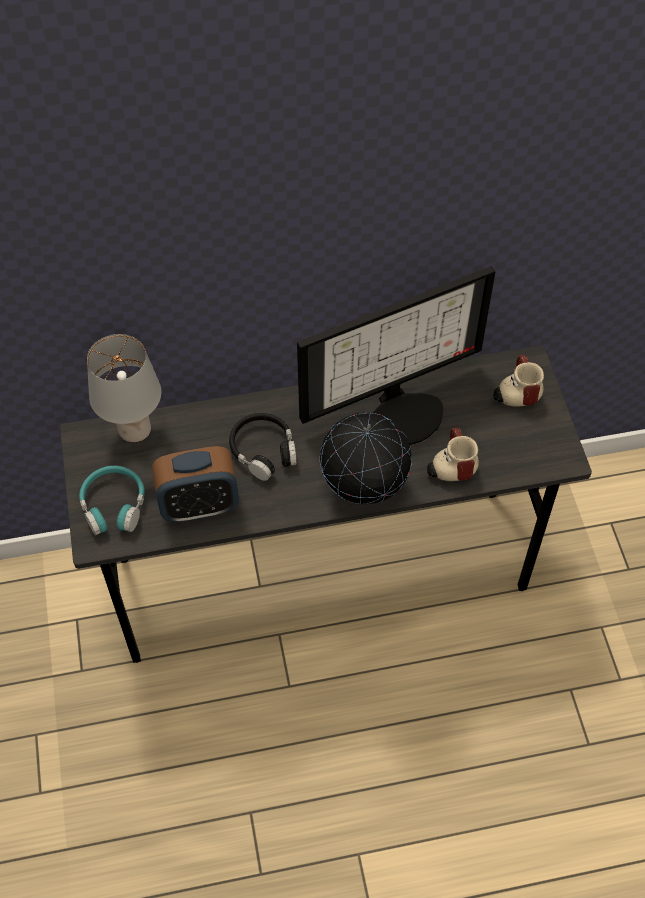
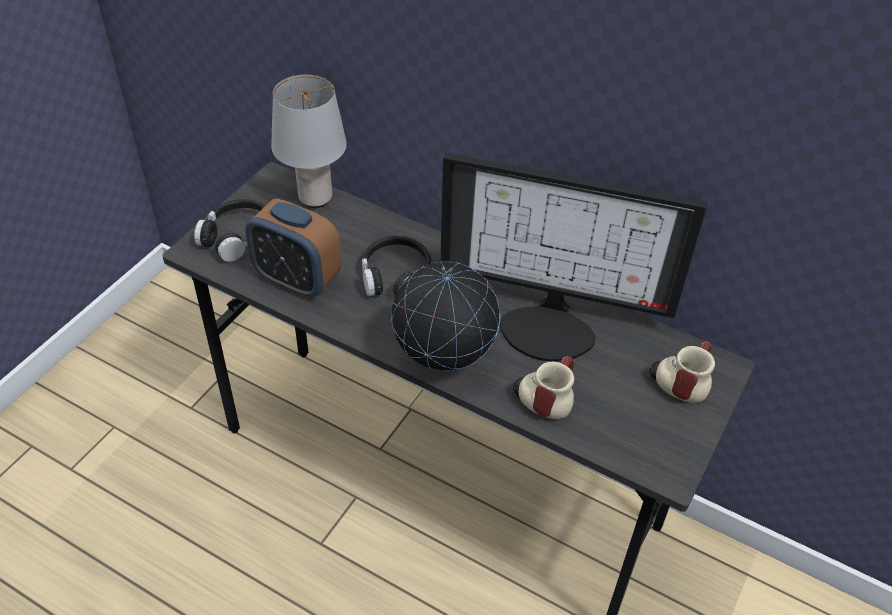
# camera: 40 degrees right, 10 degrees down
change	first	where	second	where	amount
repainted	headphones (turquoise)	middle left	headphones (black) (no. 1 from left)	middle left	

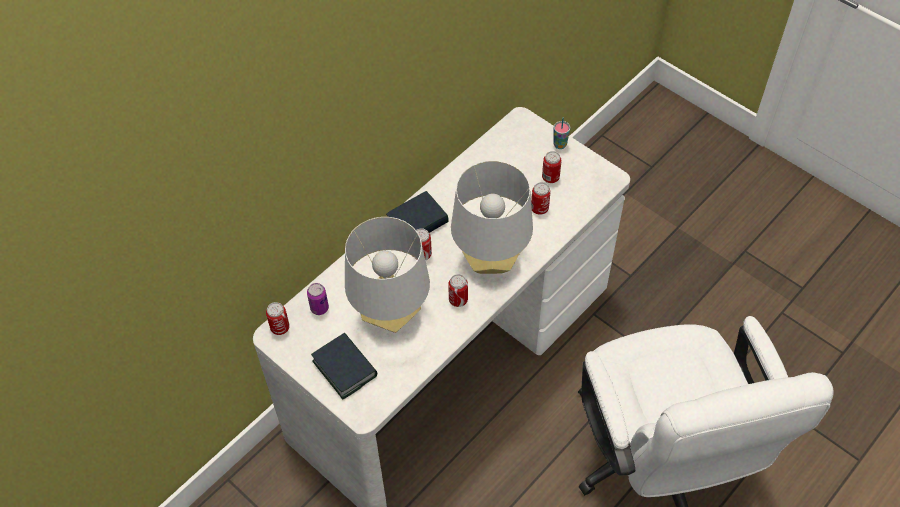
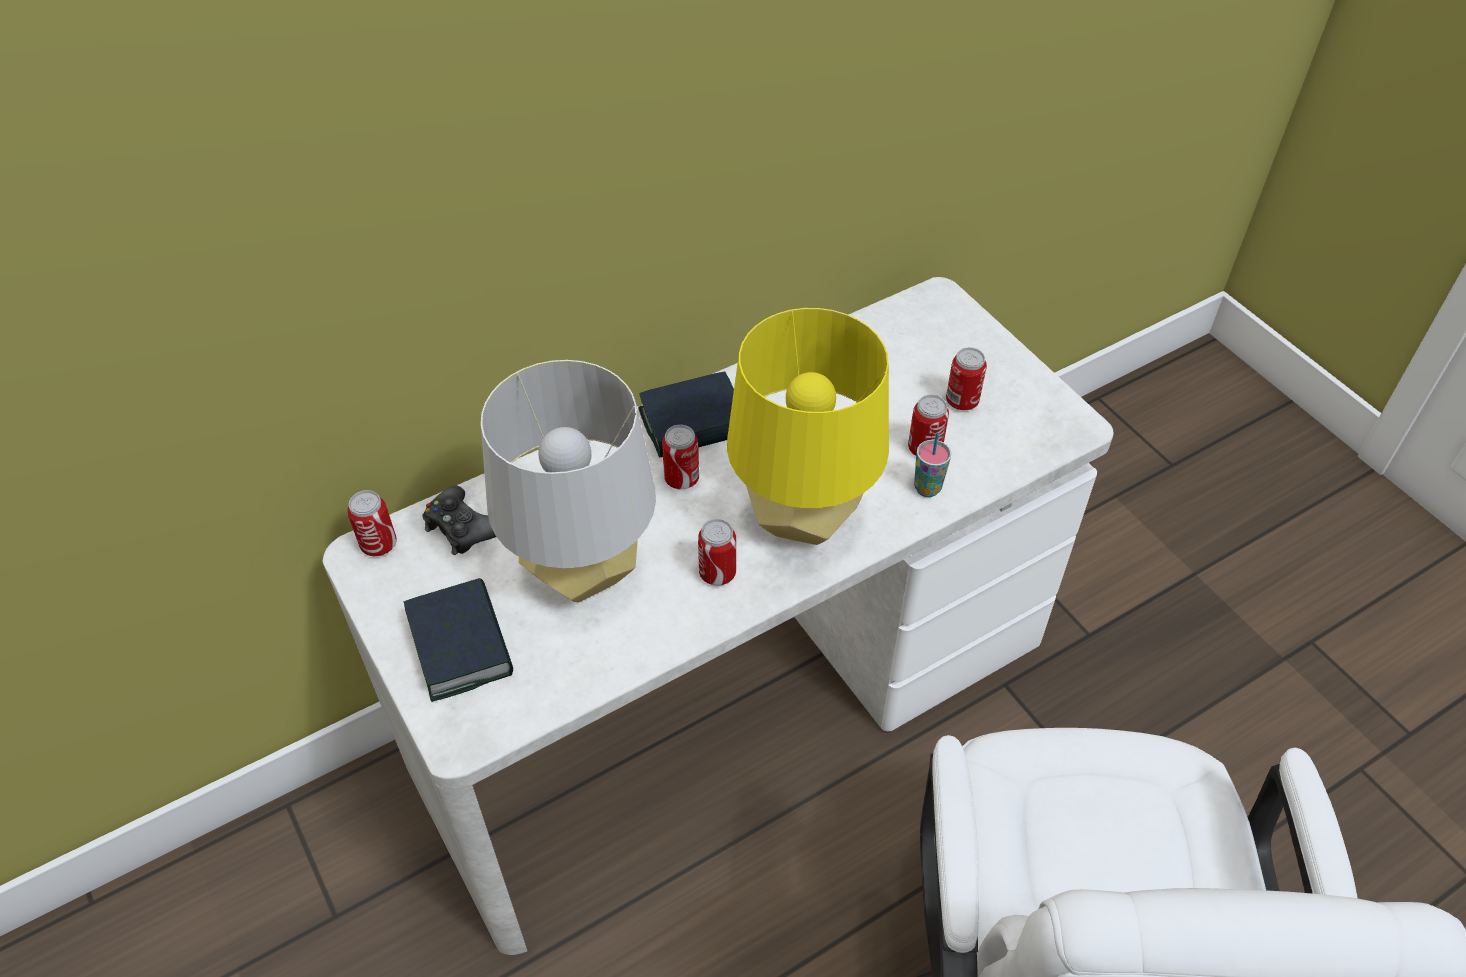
# camera: 15 degrees right, 5 degrees down
change	first	where	second	where	amount
shifted	cup	top centre		centre	
repainted	table lamp (grey) (no. 2 from left)	centre	table lamp (yellow)	centre	
swapped	can (no. 2 from left)	centre	game controller (black)	middle left	

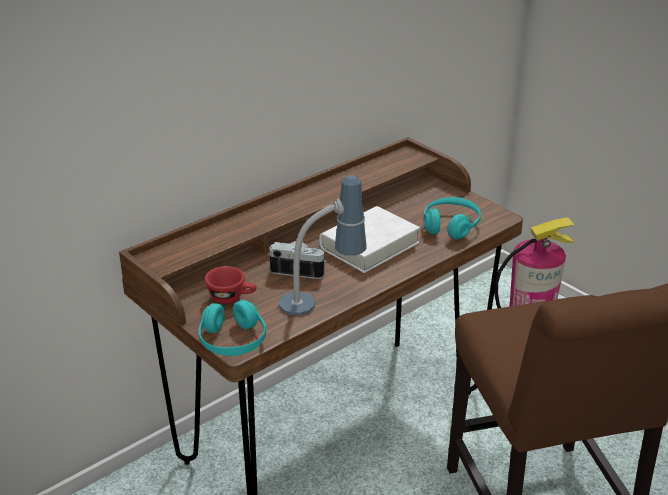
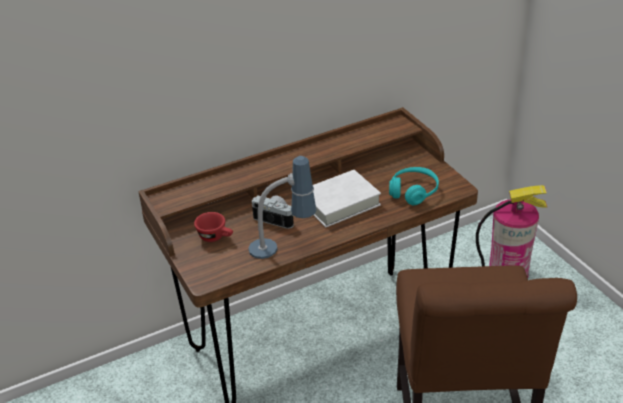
# camera: 15 degrees right, 5 degrees up
change	first	where	second	where	amount
gone	headphones (turquoise) (no. 1 from left)	centre			

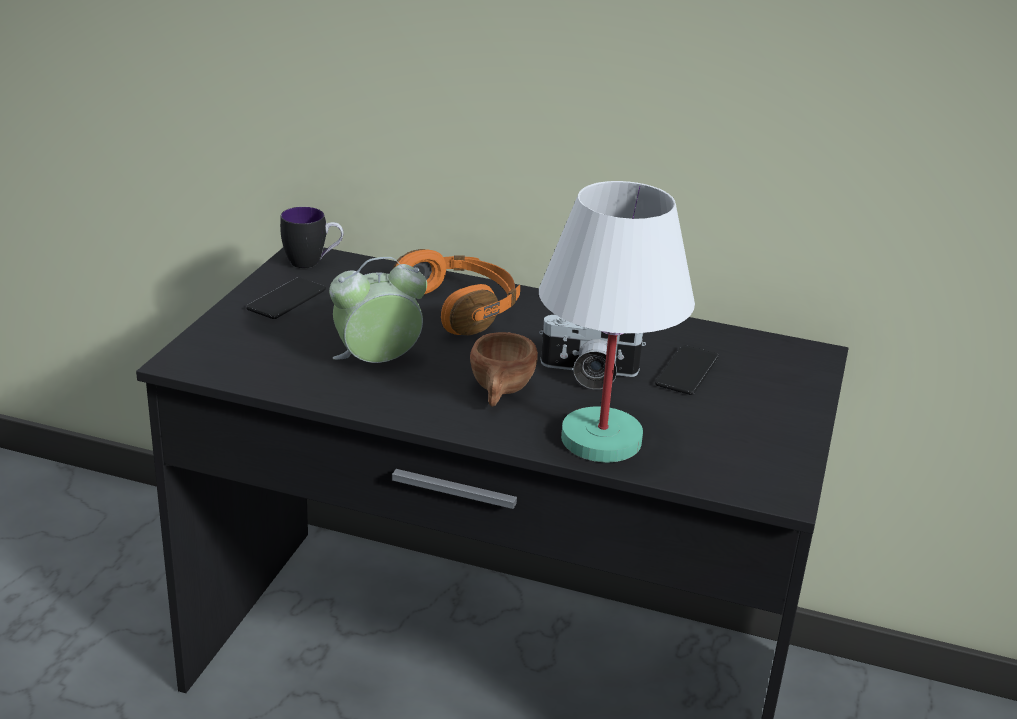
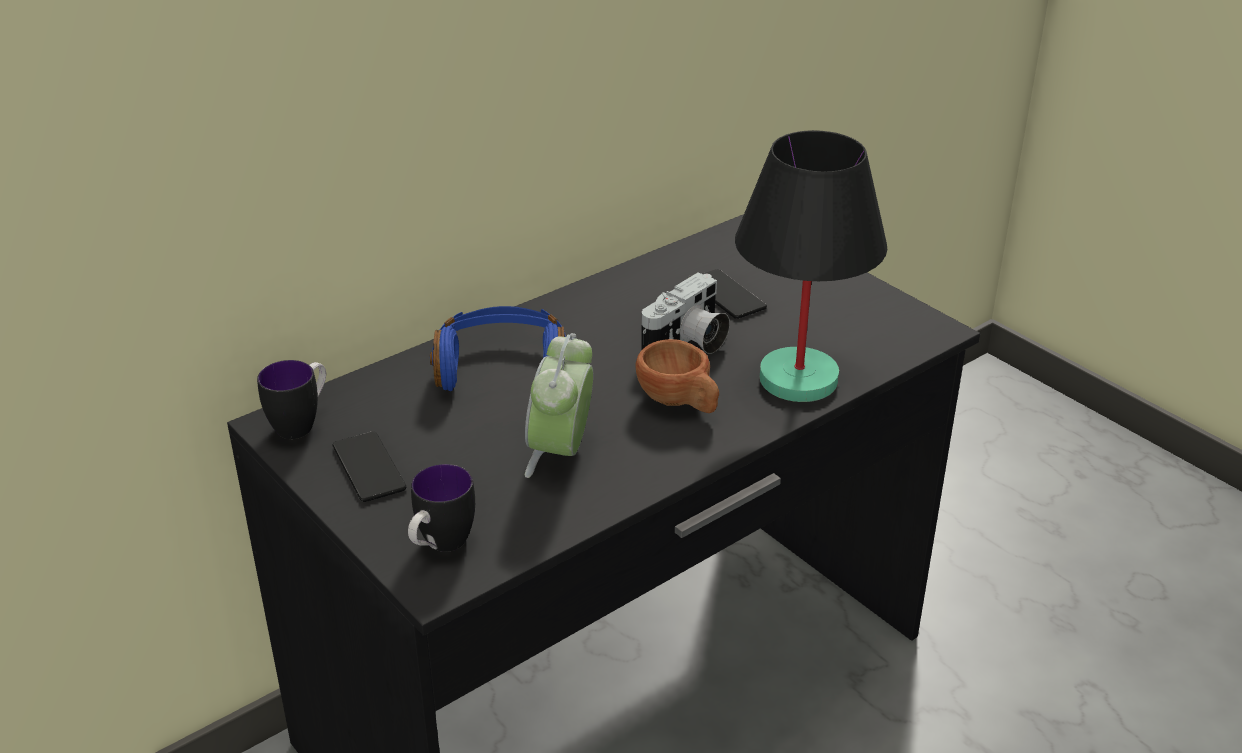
# camera: 55 degrees left, 5 degrees up
change	first	where	second	where	amount
repainted	table lamp (white)	centre	table lamp (black)	centre	
repainted	headphones (orange)	centre	headphones (blue)	centre	
new			mug (no. 2 from left)	bottom centre	

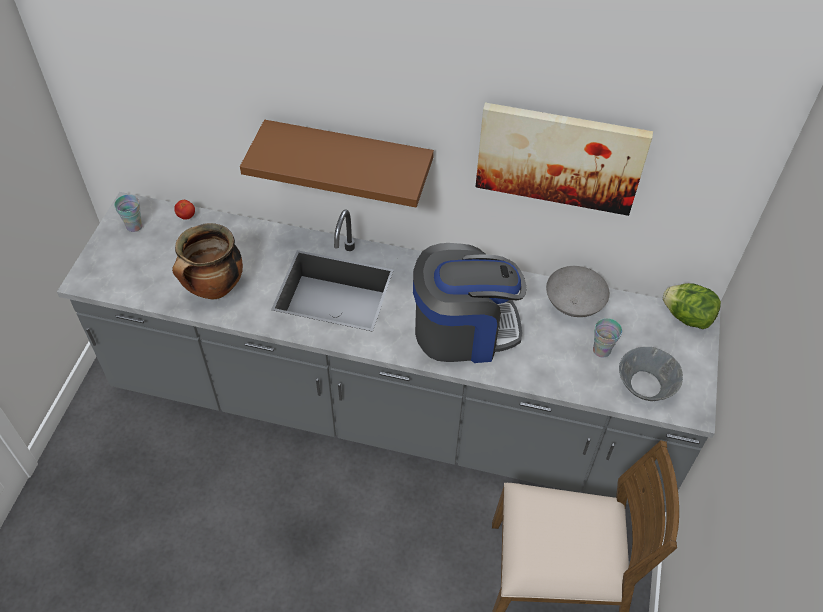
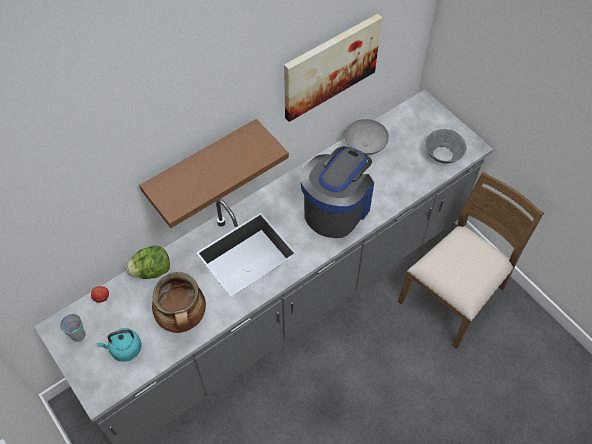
# camera: 50 degrees left, 5 degrees up
change	first	where	second	where	amount
shifted	lettuce	middle right		middle left	
gone	cup (no. 2 from left)	middle right			
new			kettle (turquoise)	bottom left	

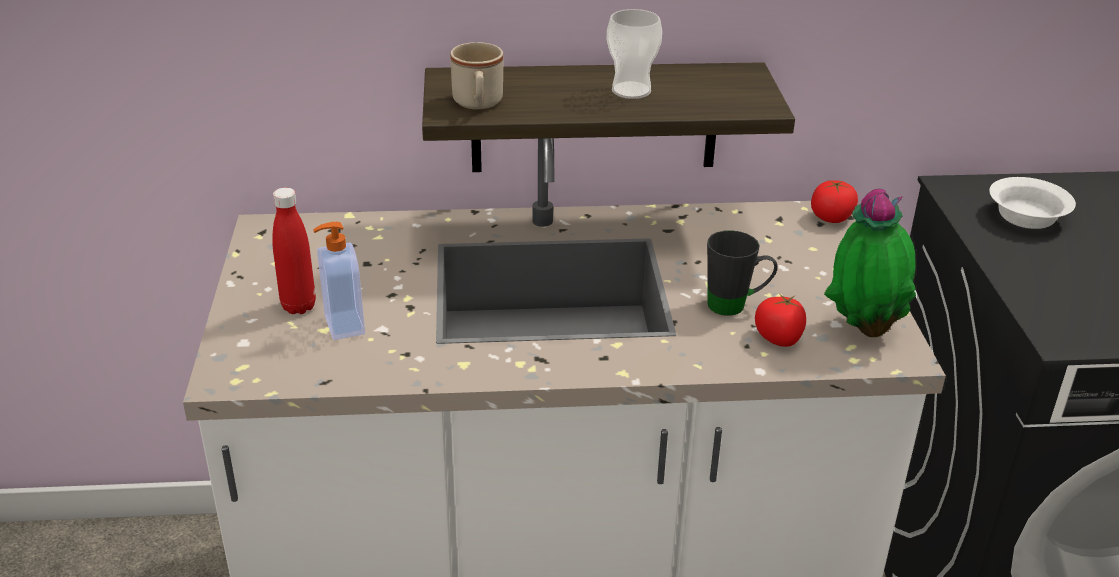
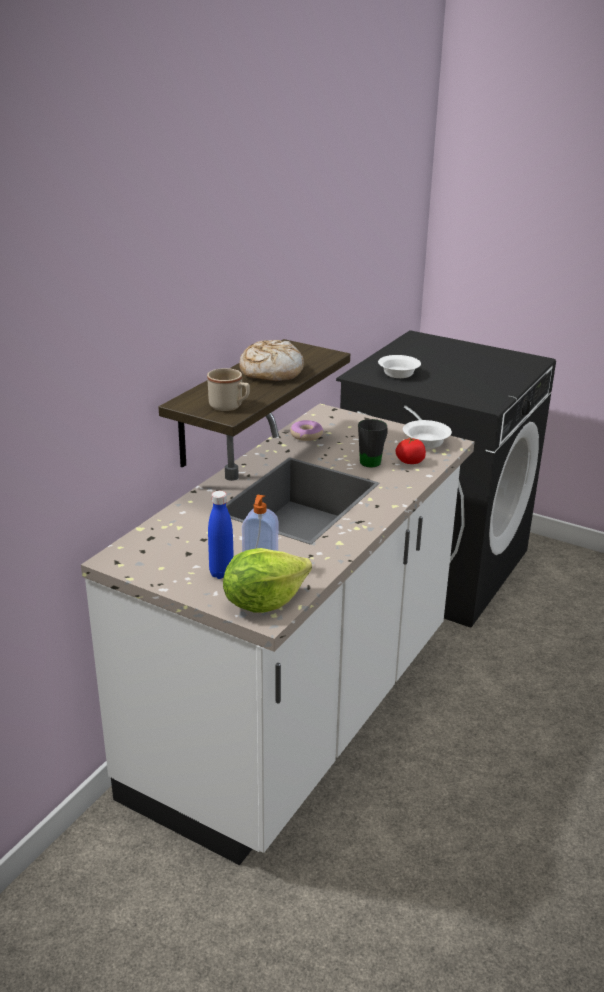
# camera: 55 degrees left, 5 degrees down
change	first	where	second	where	amount
swapped	cup	top centre	bread	centre	
gone	tomato (no. 2 from left)	middle right			
repainted	bottle (red)	middle left	bottle (blue)	centre	
swapped	potted plant	middle right	bowl (white) (no. 2 from left)	middle right	
new			donut	centre	
new			lettuce	centre	

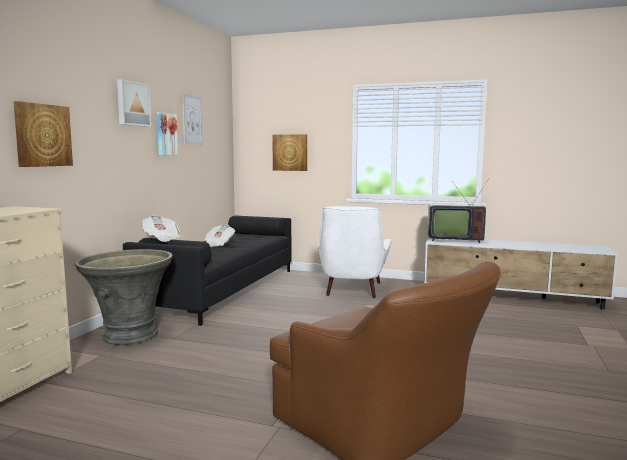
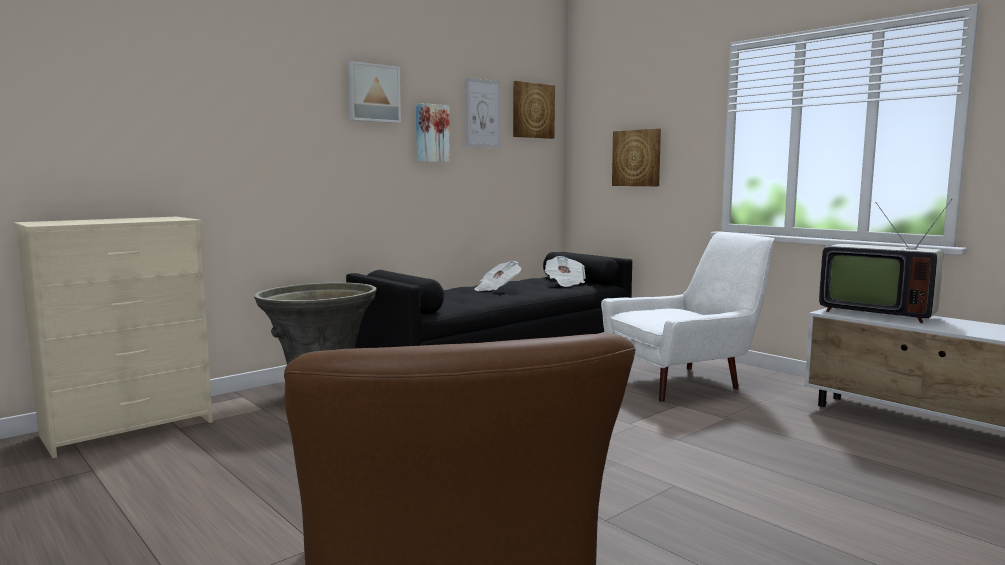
# camera: 30 degrees right, 0 degrees up
change	first	where	second	where	amount
shifted	picture (no. 1 from left in the first image)	top left	picture (no. 4 from left)	top centre	
rotated	armchair (white)	centre		middle right	150 degrees counterclockwise
shifted	newspaper (no. 1 from left in the first image)	middle left	newspaper (no. 2 from left)	centre	

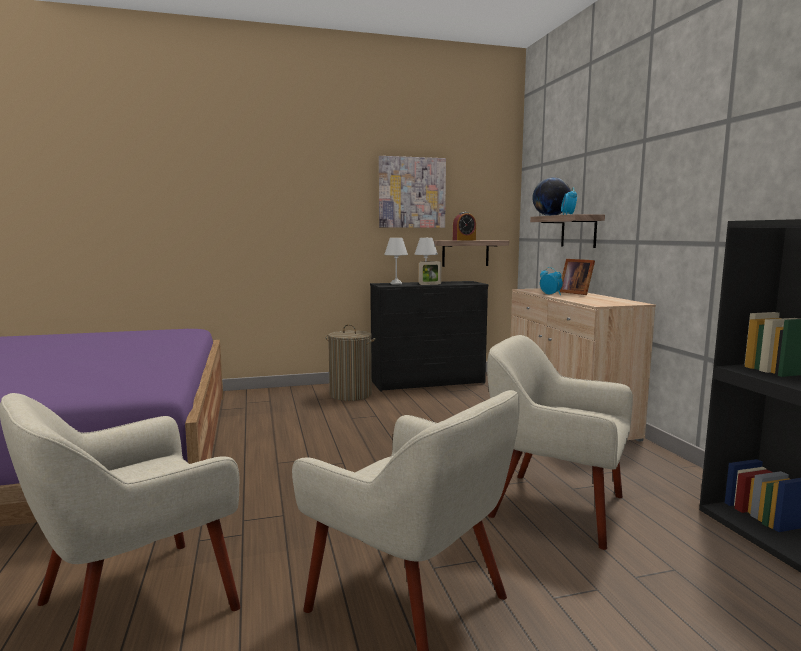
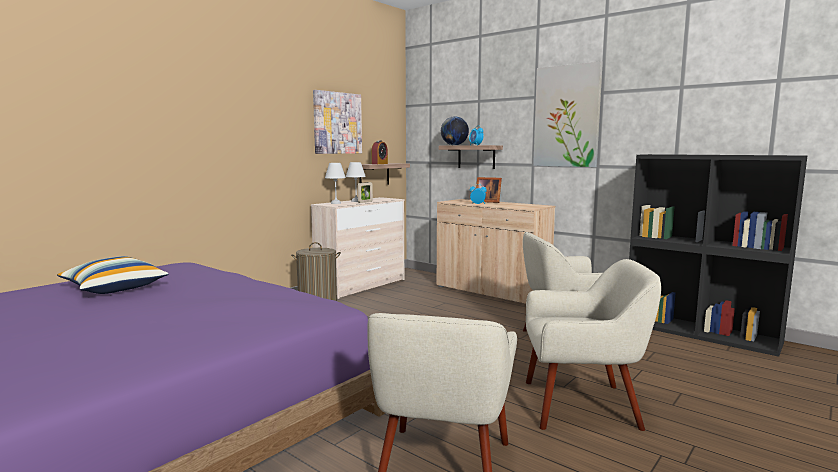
# camera: 35 degrees left, 0 degrees up
change	first	where	second	where	amount
repainted	dresser (black)	centre	dresser (beige)	centre	
new			picture (no. 2 from left)	top right	
new			pillow	middle left	

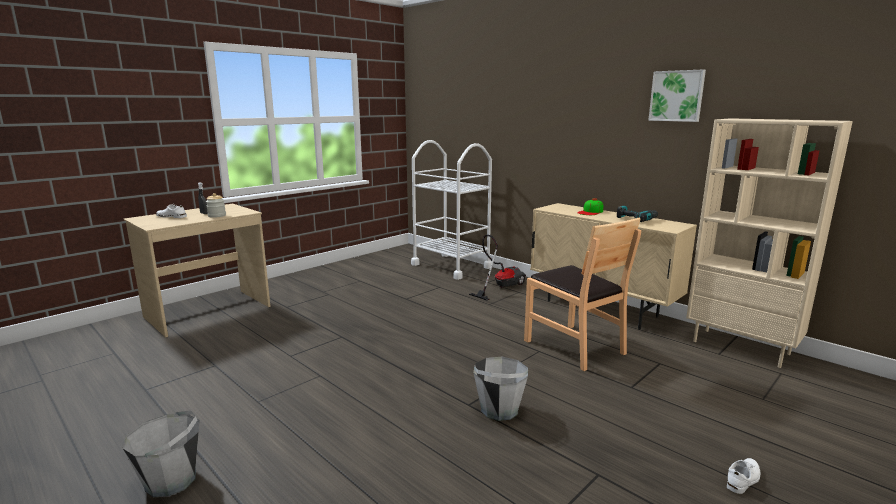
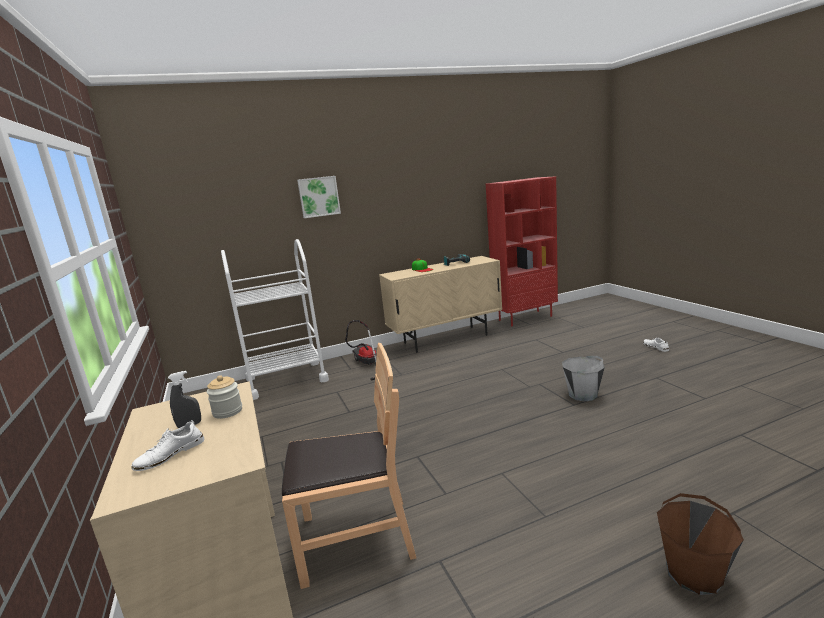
# camera: 65 degrees left, 0 degrees up
change	first	where	second	where	amount
shifted	picture	top right		top centre	
repainted	bookcase (beige)	middle right	bookcase (red)	centre	
shifted	chair (brown)	centre		bottom centre	
repainted	bucket (grey) (no. 1 from left)	bottom left	bucket (brown)	bottom right	

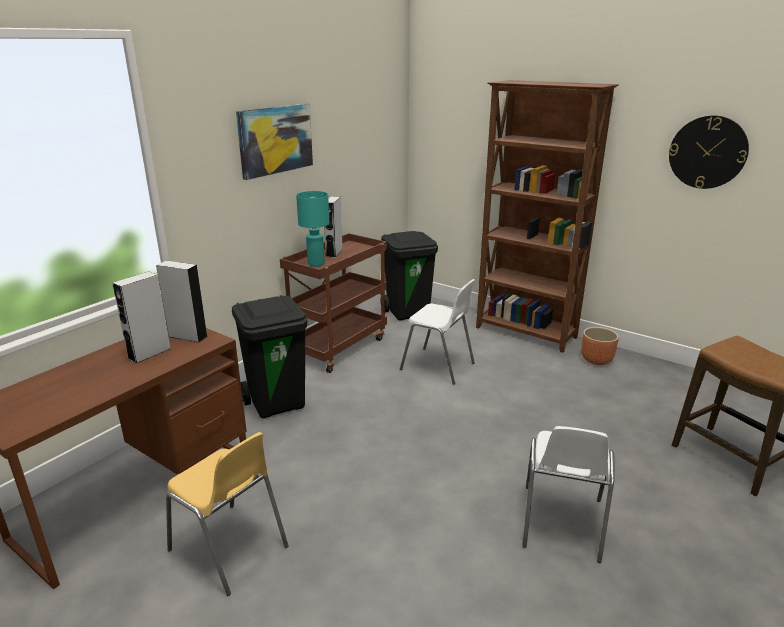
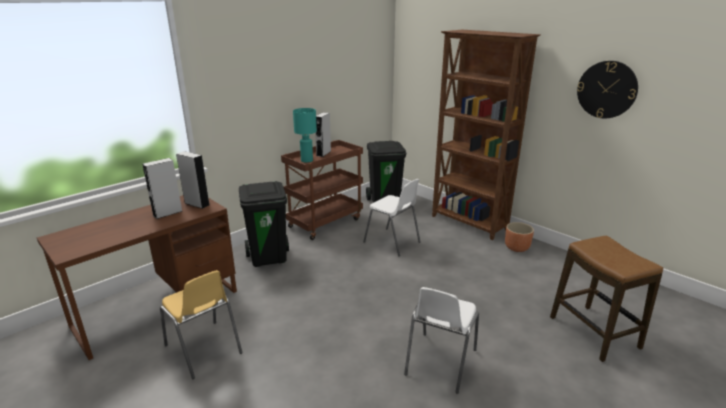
# camera: 10 degrees right, 0 degrees up
change	first	where	second	where	amount
gone	picture	top centre			

